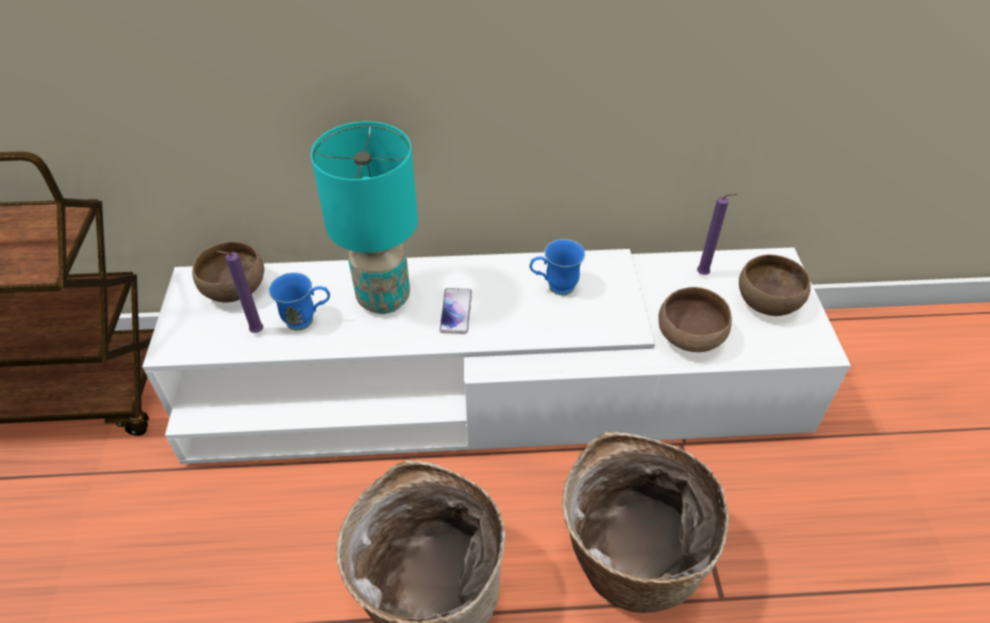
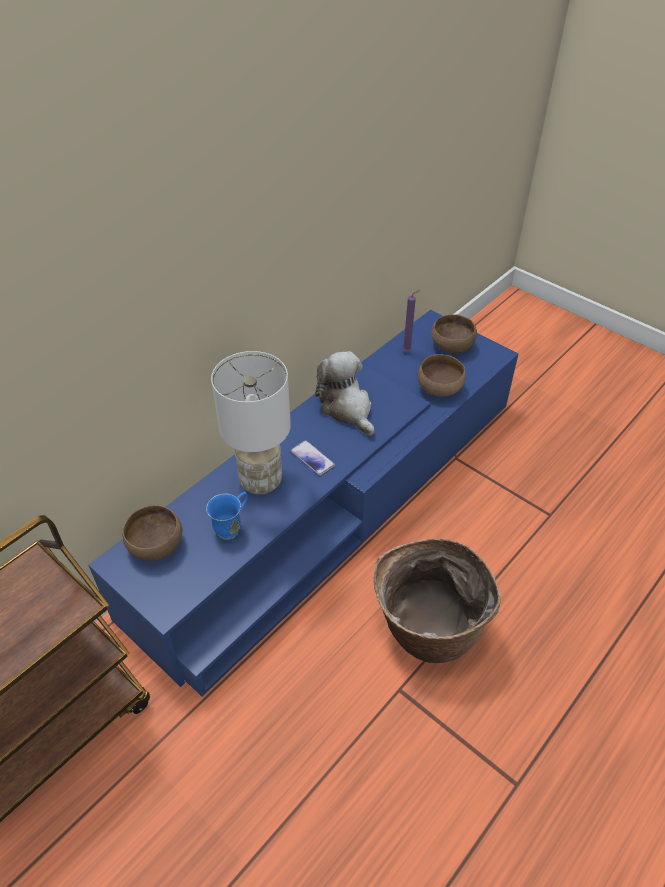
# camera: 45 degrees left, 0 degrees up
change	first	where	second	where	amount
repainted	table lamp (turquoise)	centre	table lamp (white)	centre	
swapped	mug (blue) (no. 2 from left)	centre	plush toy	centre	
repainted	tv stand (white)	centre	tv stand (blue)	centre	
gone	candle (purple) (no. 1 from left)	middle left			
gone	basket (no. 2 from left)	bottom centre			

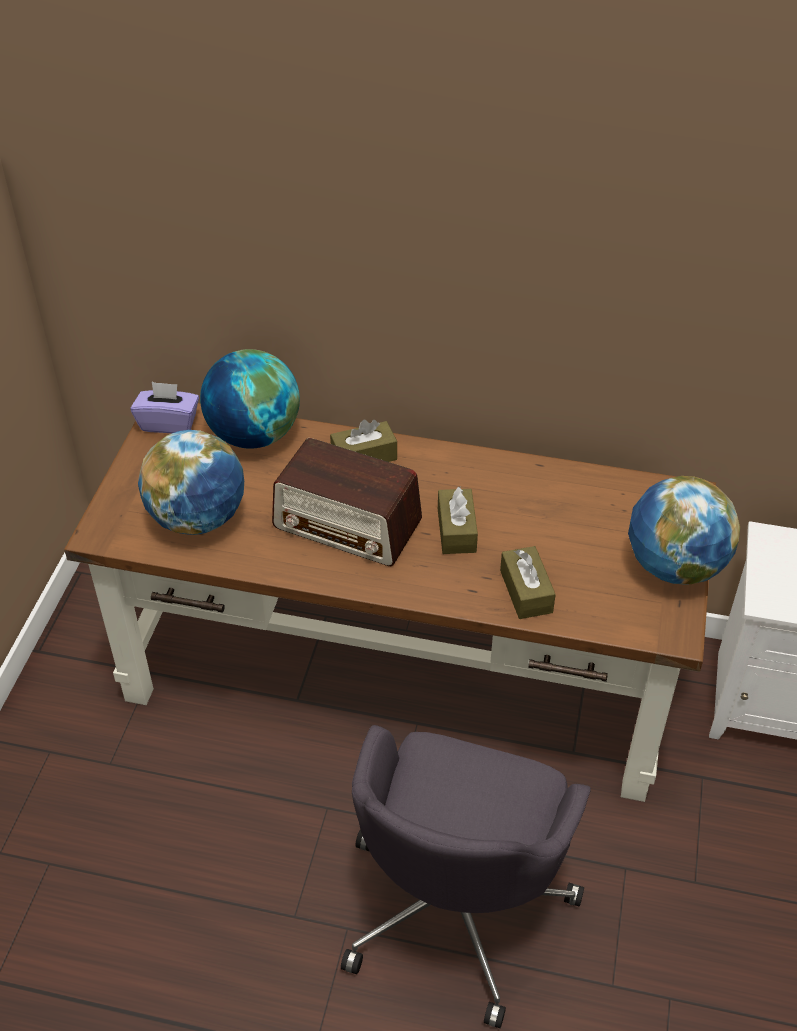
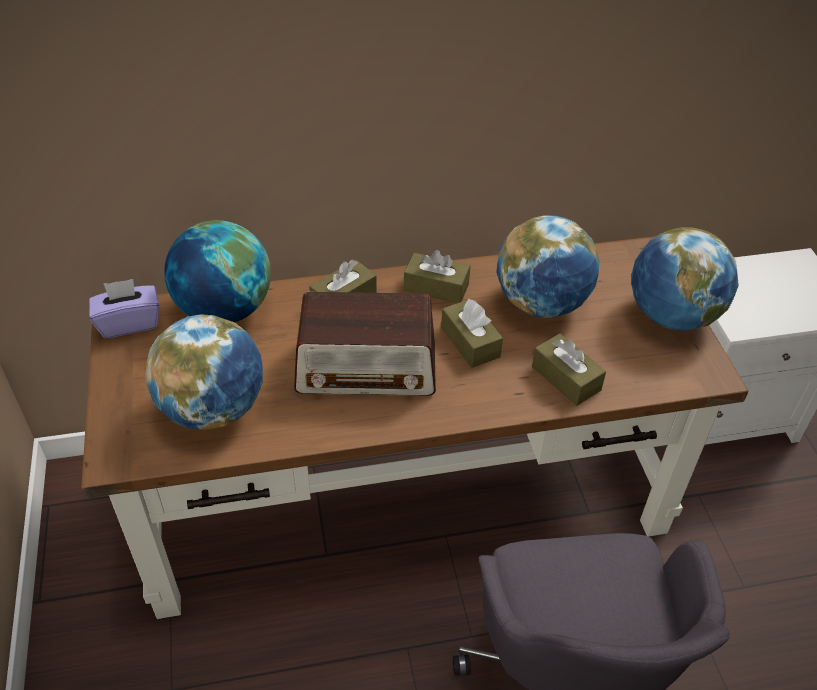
# camera: 25 degrees left, 0 degrees up
change	first	where	second	where	amount
new			globe (no. 3 from left)	middle right	
new			tissue box (brown) (no. 2 from left)	centre	

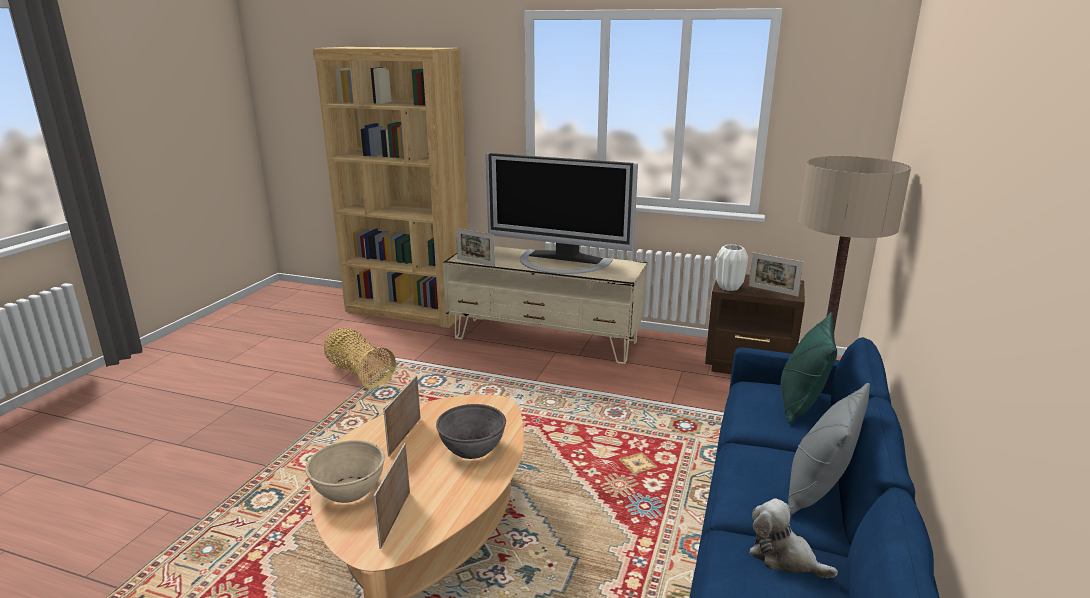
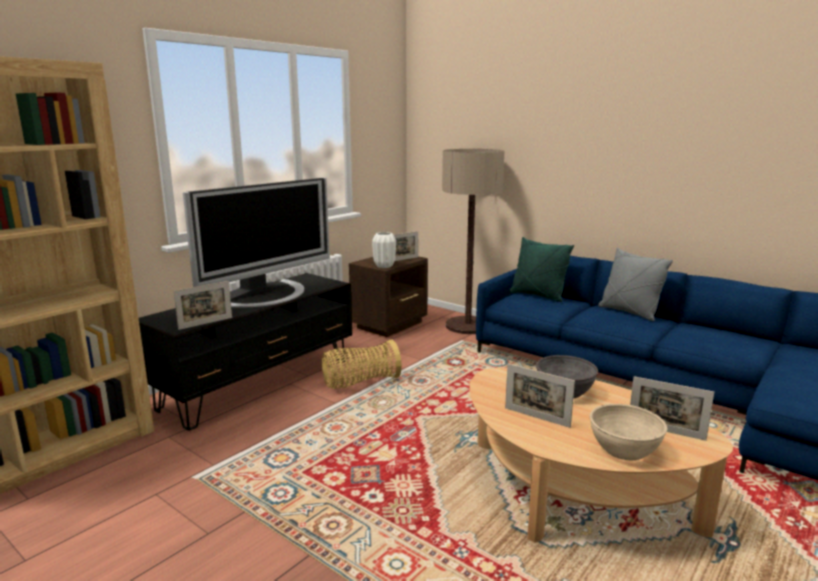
# camera: 70 degrees left, 5 degrees down
change	first	where	second	where	amount
repainted	tv stand (beige)	centre	tv stand (black)	middle left	
shifted	basket	middle left		centre	
gone	plush toy	bottom right			

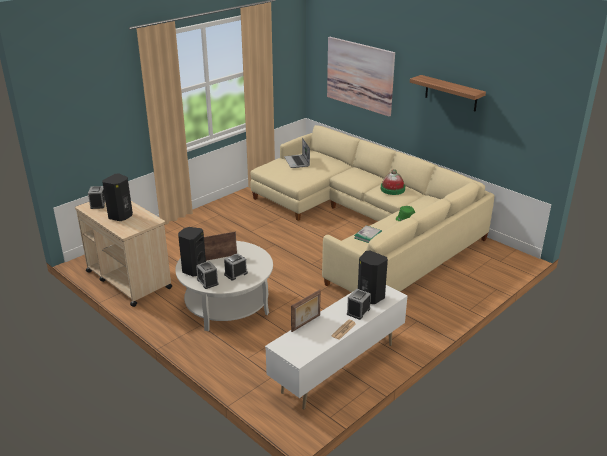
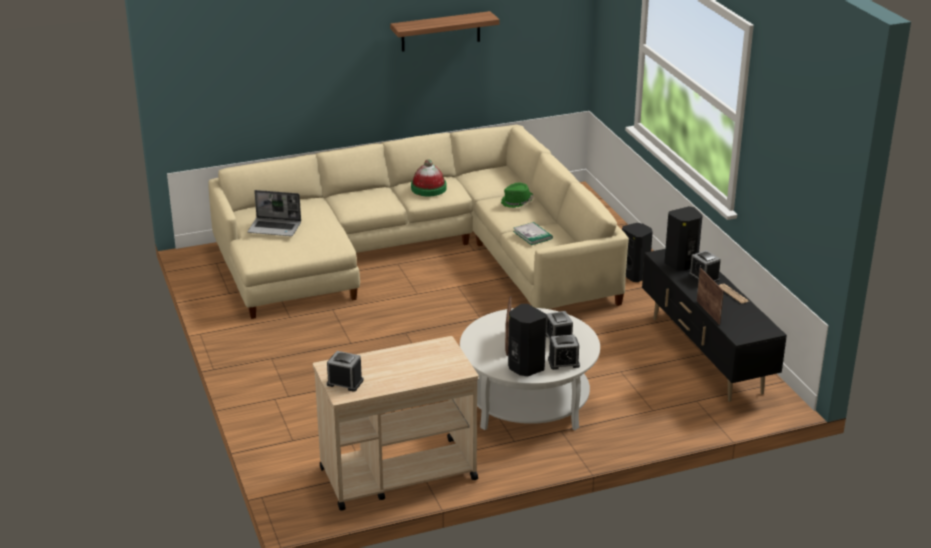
# camera: 65 degrees left, 0 degrees up
change	first	where	second	where	amount
gone	picture	top centre			
shifted	speaker (black) (no. 1 from left in the first image)	middle left	speaker (black) (no. 2 from left)	middle right	
repainted	tv stand (white)	bottom centre	tv stand (black)	middle right	

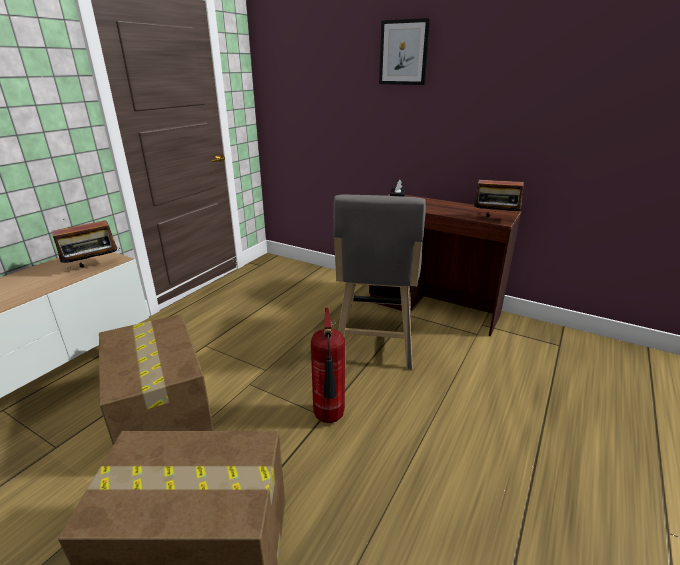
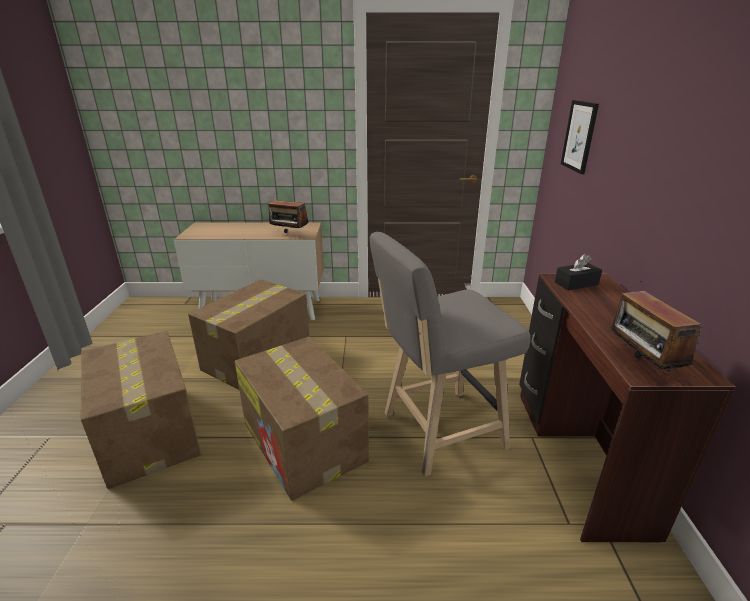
# camera: 60 degrees right, 0 degrees up
change	first	where	second	where	amount
shifted	picture	top centre		top right	
swapped	fire extinguisher	centre	cardboard box (no. 3 from left)	bottom centre	

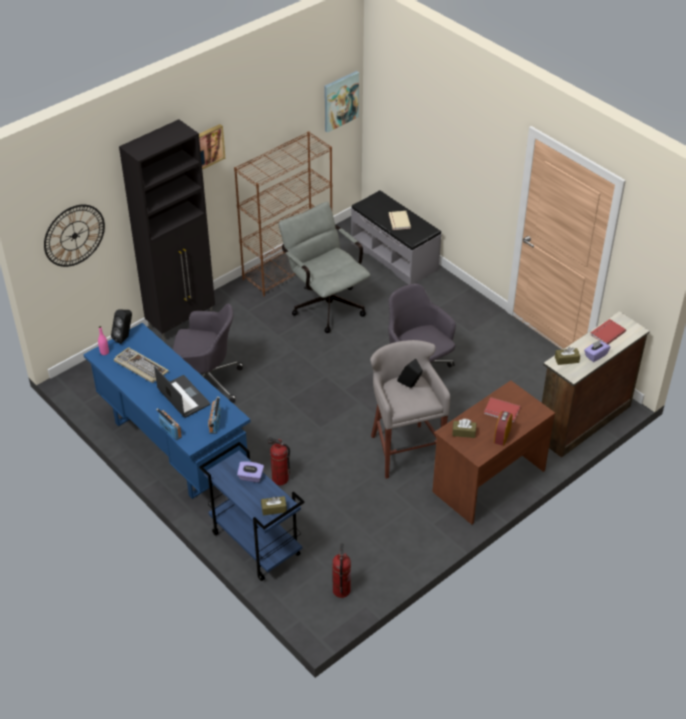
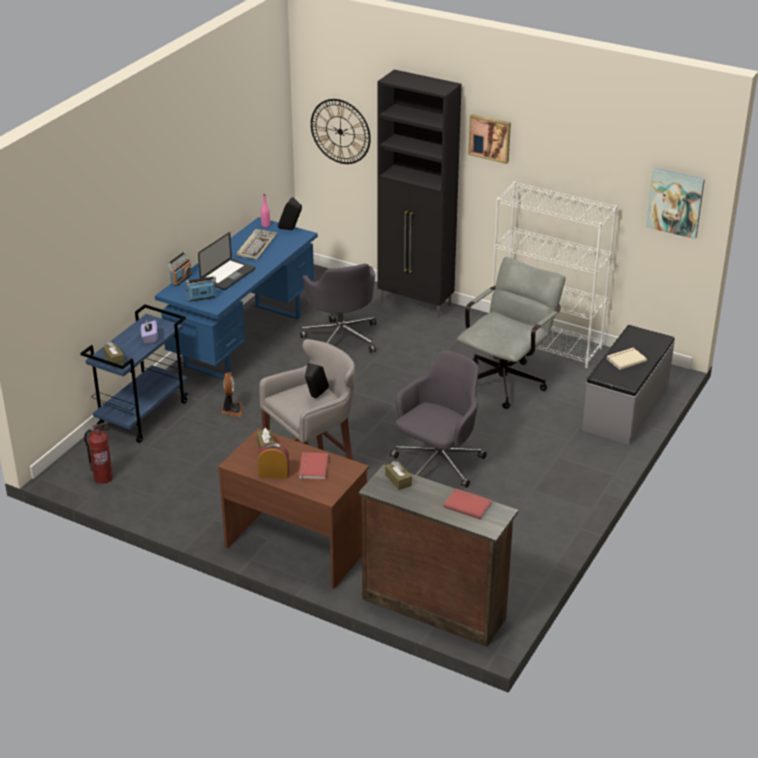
# camera: 70 degrees right, 10 degrees down
change	first	where	second	where	amount
repainted	bookcase (brown)	top centre	bookcase (white)	middle right	
gone	tissue box (purple) (no. 2 from left)	middle right			
swapped	fire extinguisher (no. 1 from left)	centre	fan	middle left	

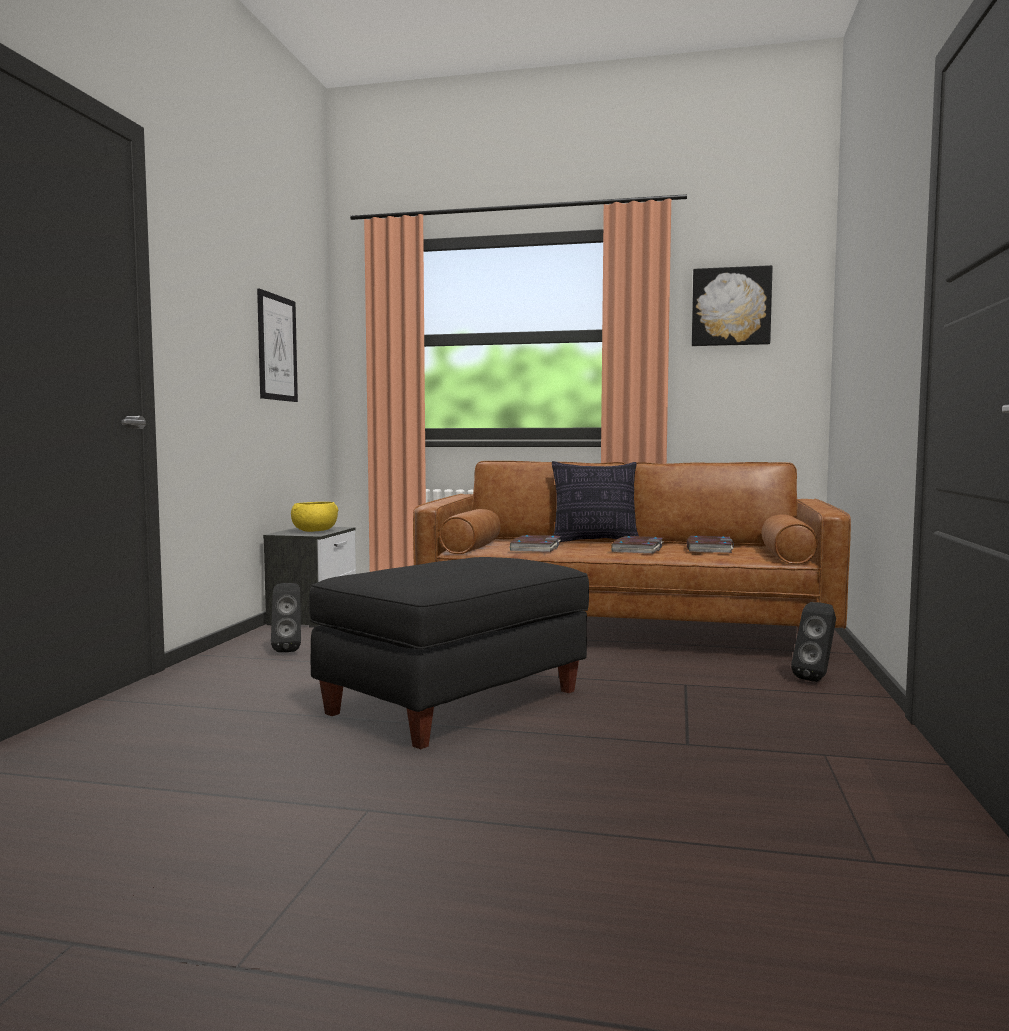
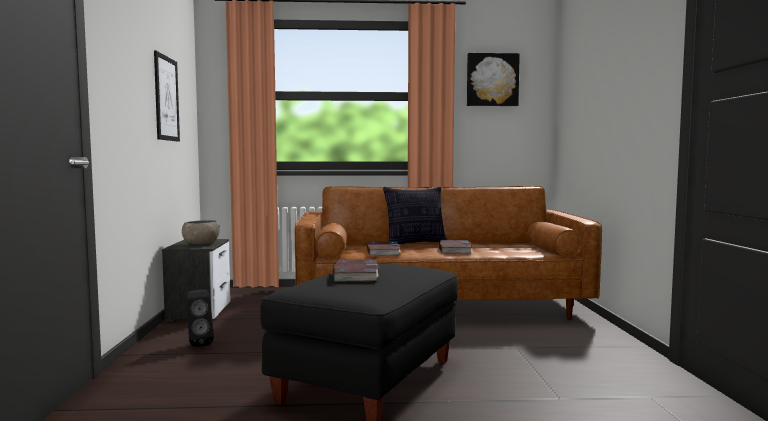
# camera: 15 degrees left, 0 degrees up
change	first	where	second	where	amount
repainted	bowl (yellow)	middle left	bowl (grey)	middle left	
shifted	book (no. 3 from left in the first image)	middle right	book (no. 1 from left)	centre	
gone	speaker (black) (no. 2 from left)	middle right			

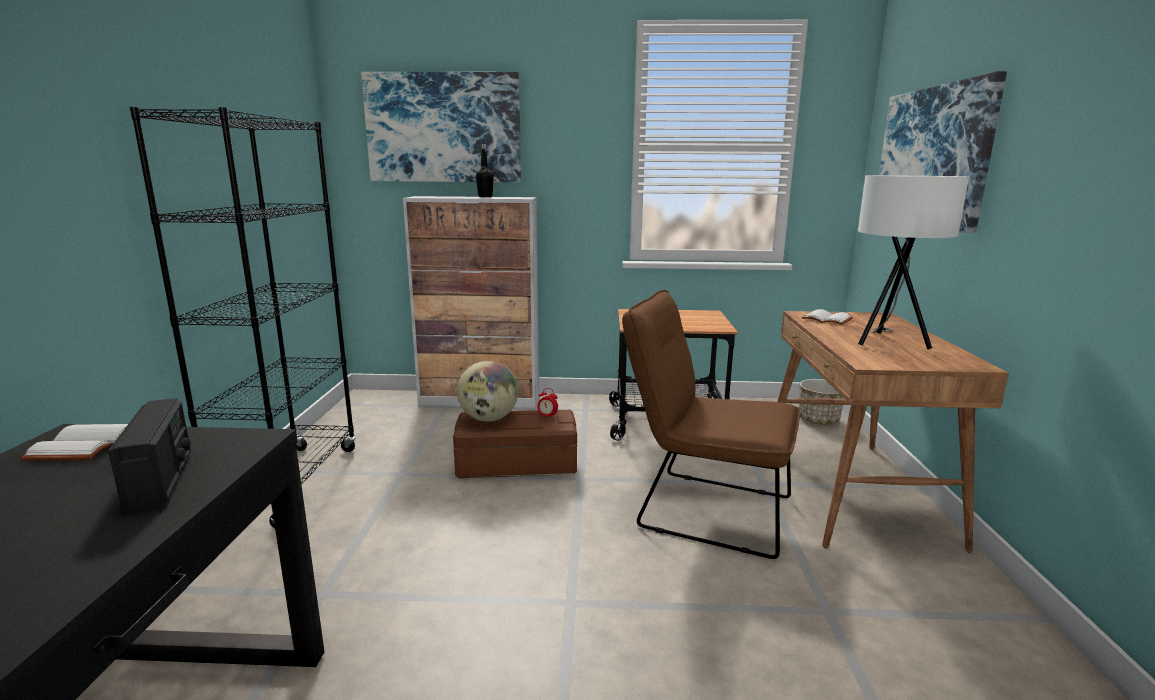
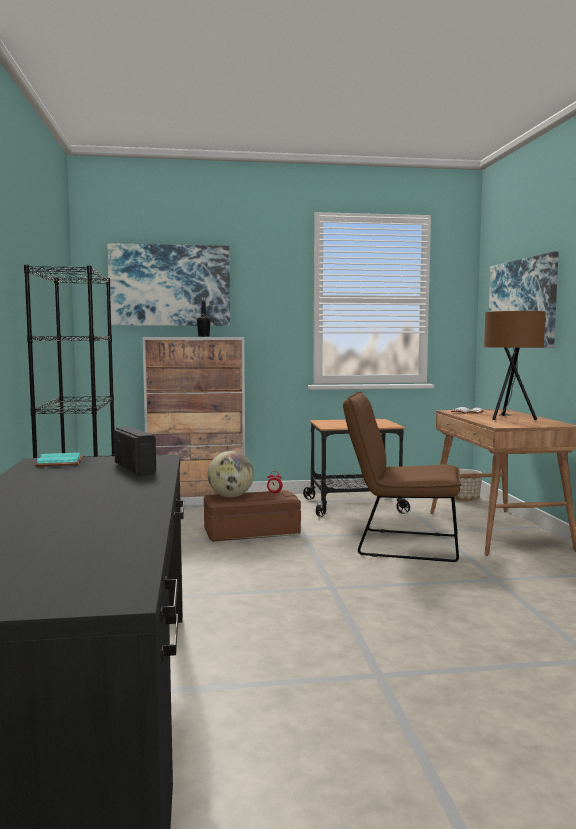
# camera: 10 degrees left, 10 degrees down
change	first	where	second	where	amount
repainted	table lamp (white)	middle right	table lamp (brown)	middle right	
repainted	book (white) (no. 1 from left)	middle left	book (turquoise)	middle left	

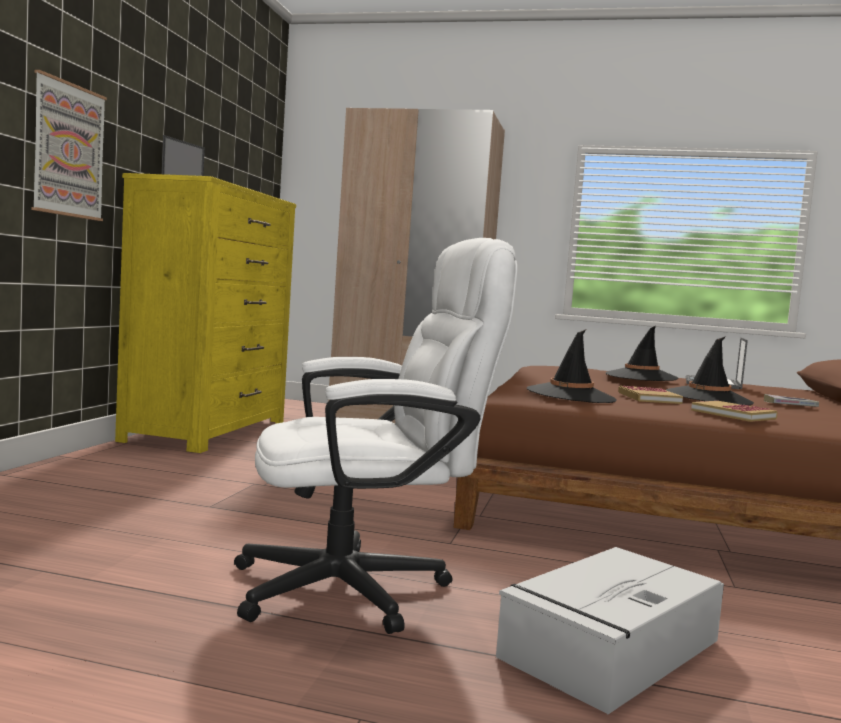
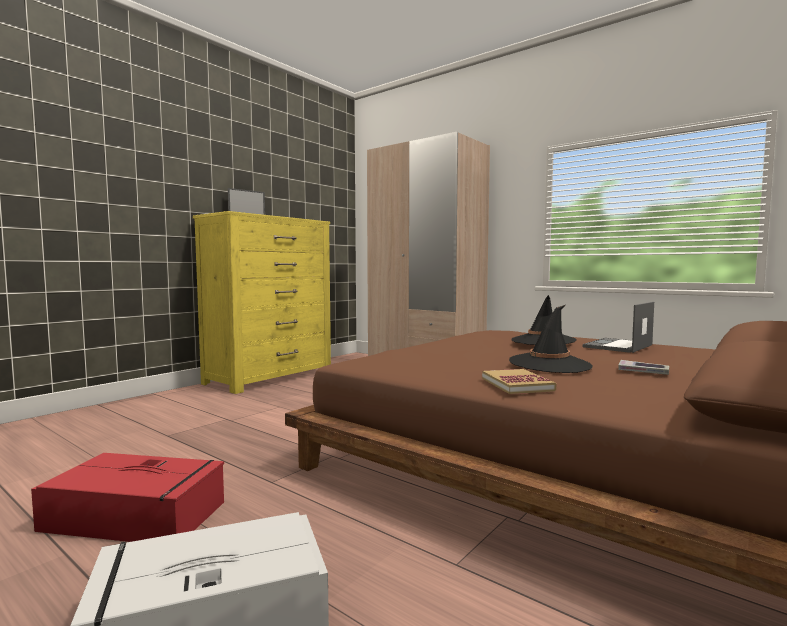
# camera: 25 degrees right, 0 degrees up
change	first	where	second	where	amount
gone	picture	top left			
swapped	office chair (white)	centre	storage box (red)	bottom left	
gone	hat (black) (no. 1 from left)	middle right			
gone	book (no. 1 from left)	middle right			

